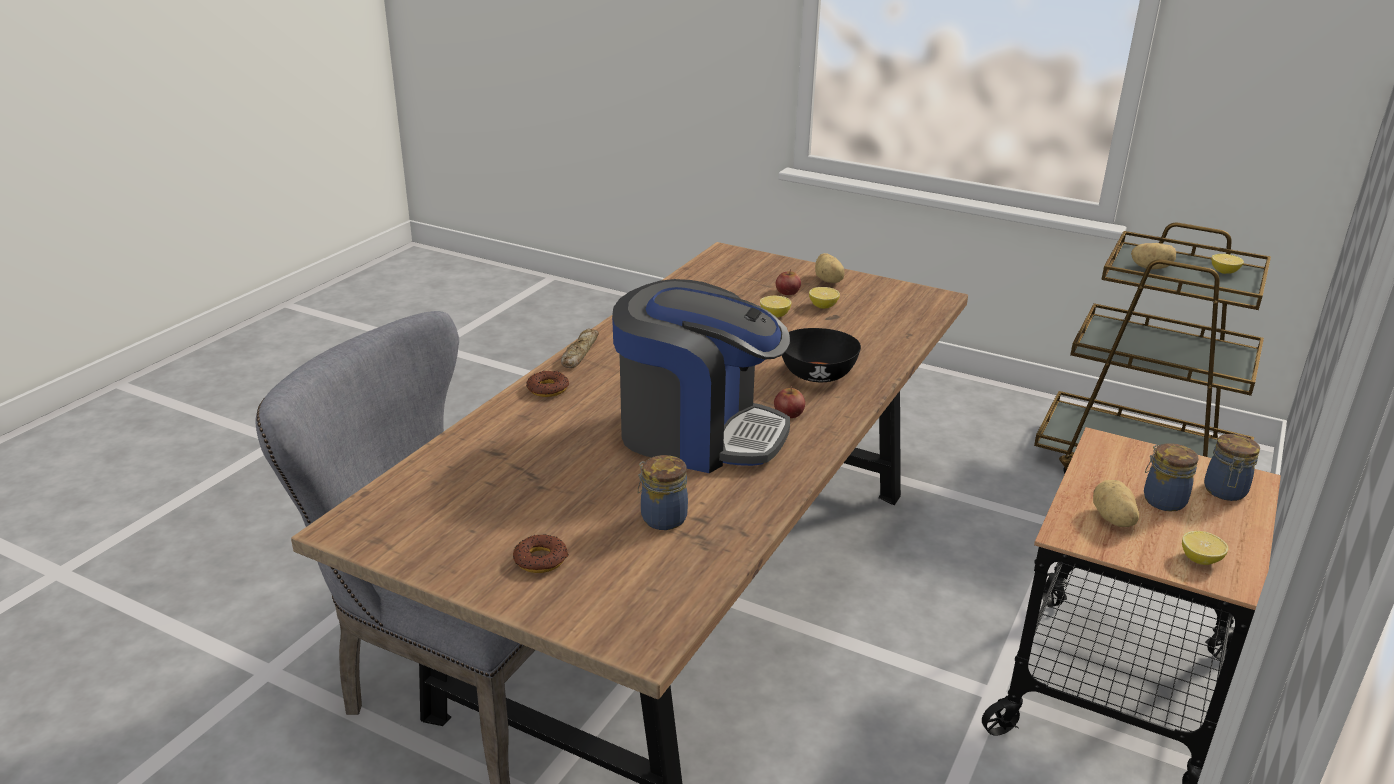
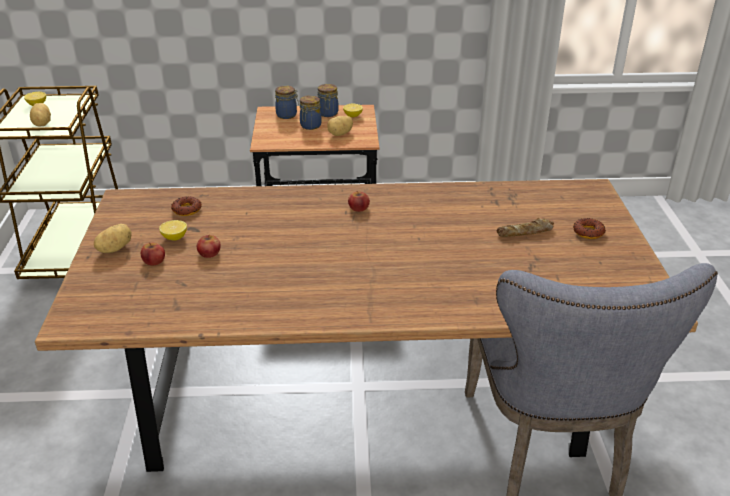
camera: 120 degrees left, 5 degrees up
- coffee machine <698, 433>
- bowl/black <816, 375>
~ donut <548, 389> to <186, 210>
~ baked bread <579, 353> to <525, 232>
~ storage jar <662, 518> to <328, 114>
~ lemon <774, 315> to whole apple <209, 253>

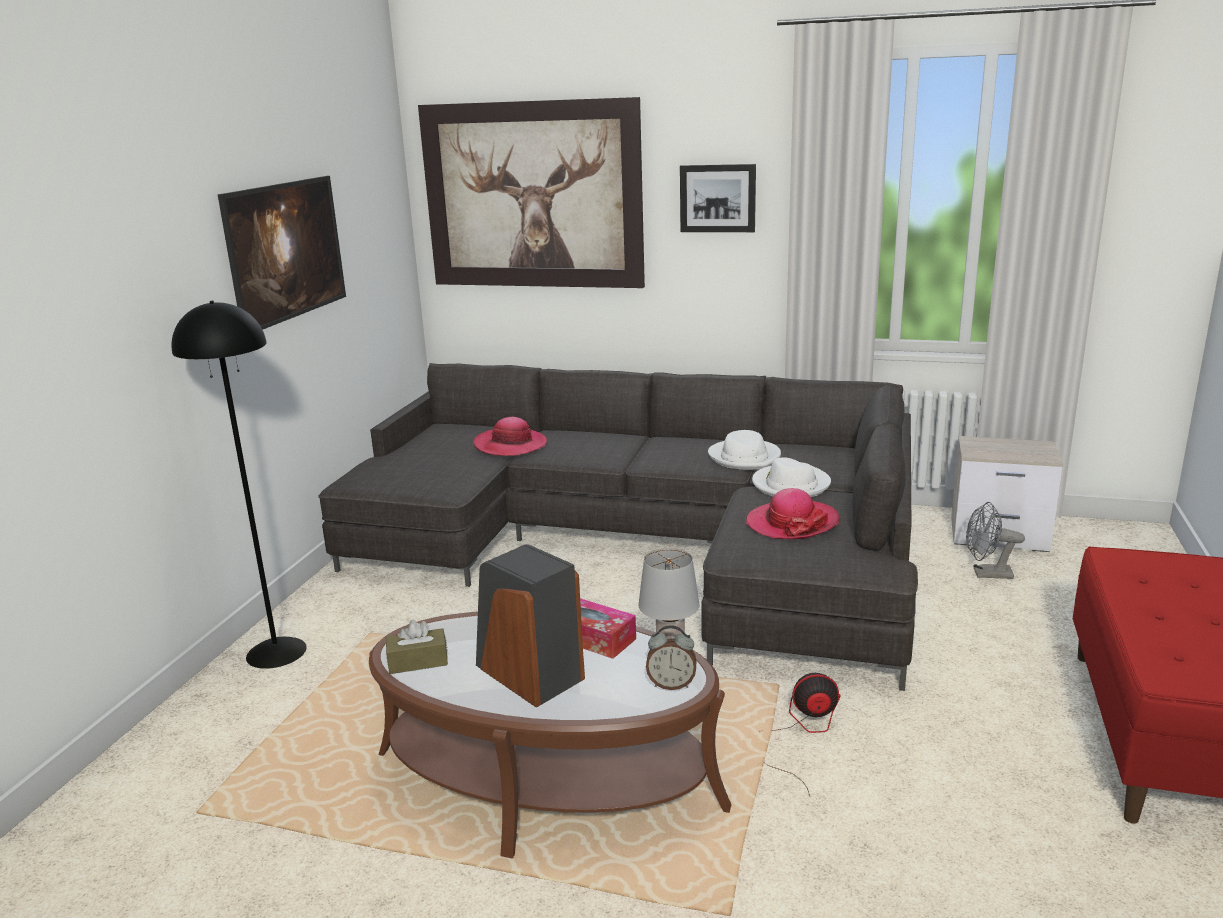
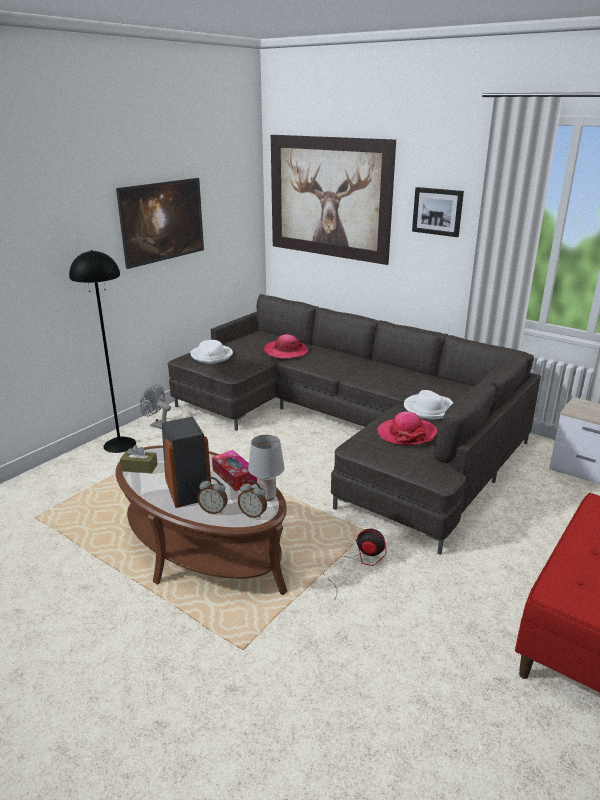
camera: 20 degrees right, 5 degrees up
+ bedside clock <213, 510>
~ wearable hat/white-coloured <745, 457> to <212, 356>
~ fan/grey <986, 574> to <158, 425>

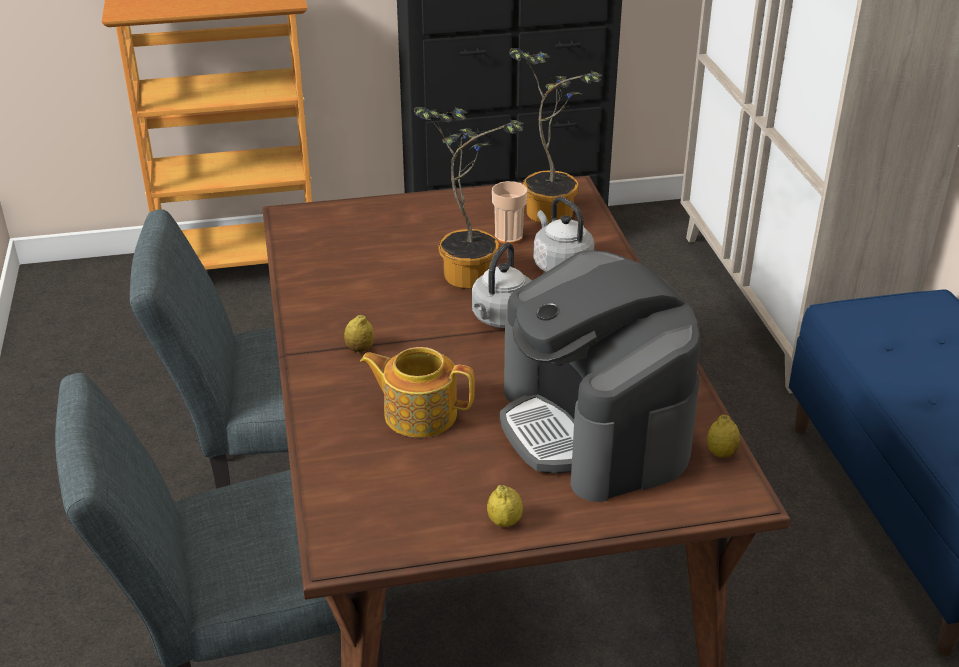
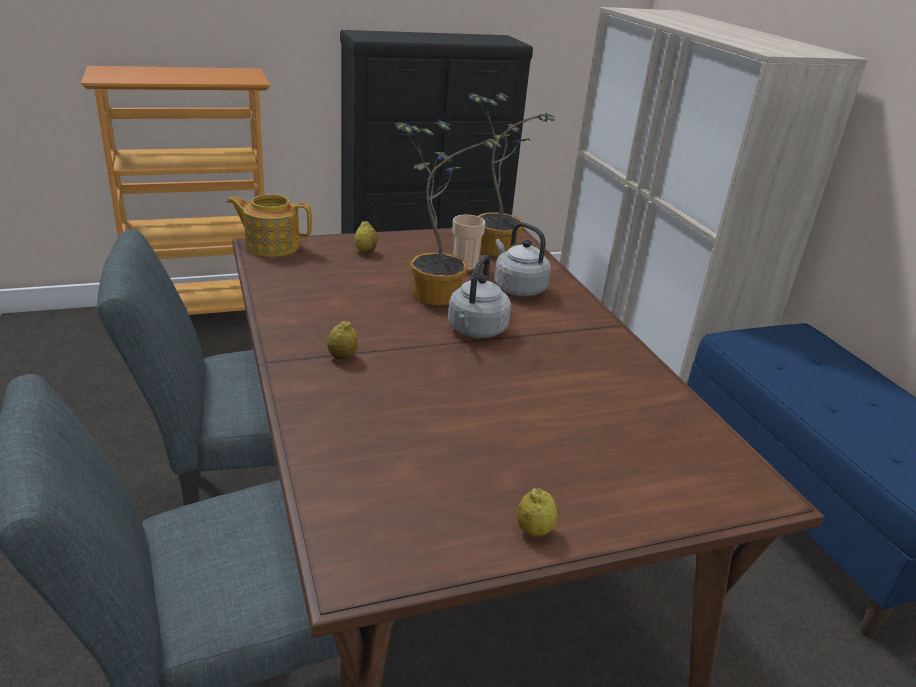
camera: 10 degrees left, 5 degrees down
- coffee machine <594, 427>
~ teapot <419, 413> to <271, 245>
~ lemon <721, 453> to <365, 251>

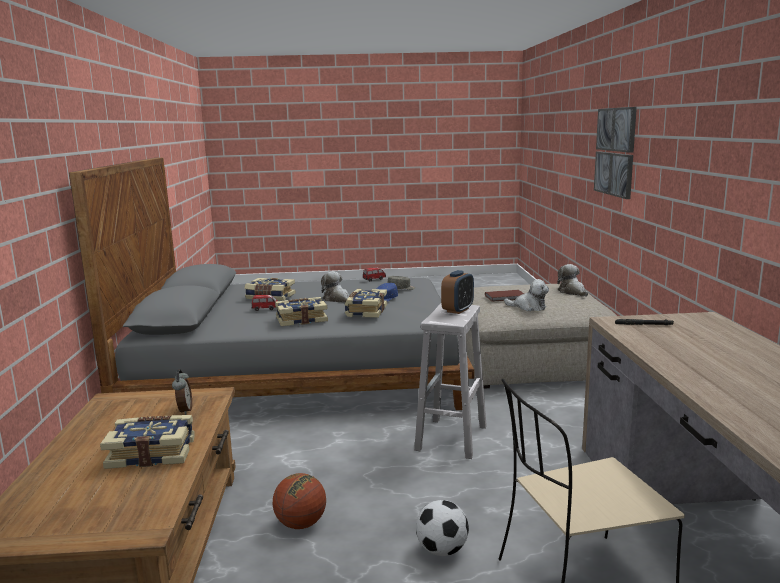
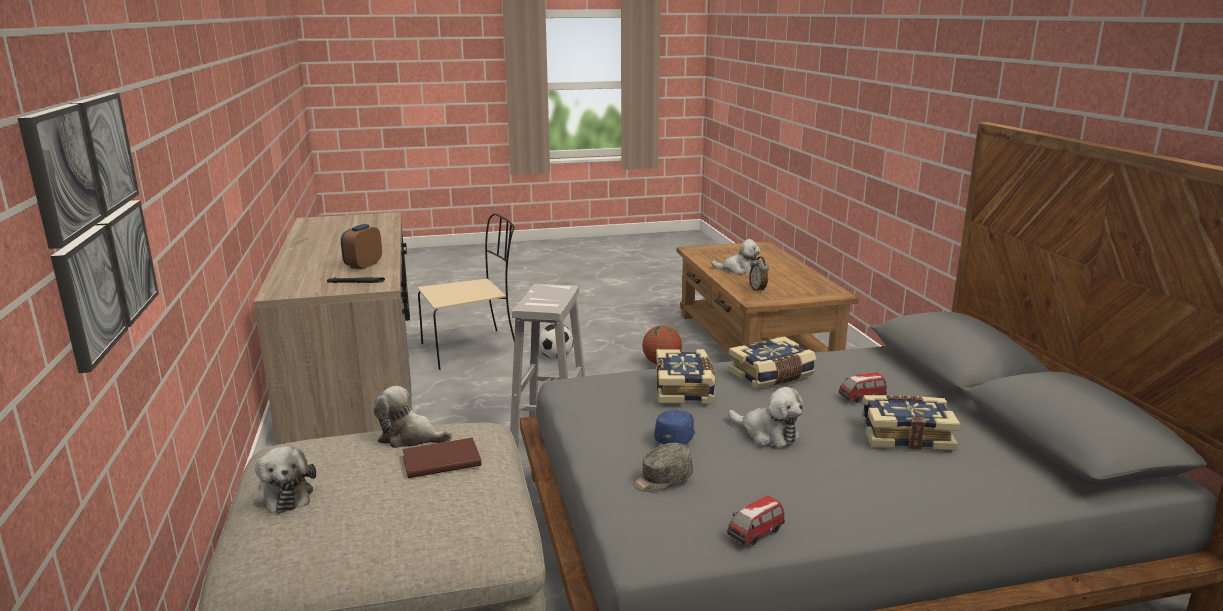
camera: 170 degrees right, 5 degrees up
~ bedside clock <458, 310> to <363, 265>
~ bound book <152, 453> to plush toy <738, 270>

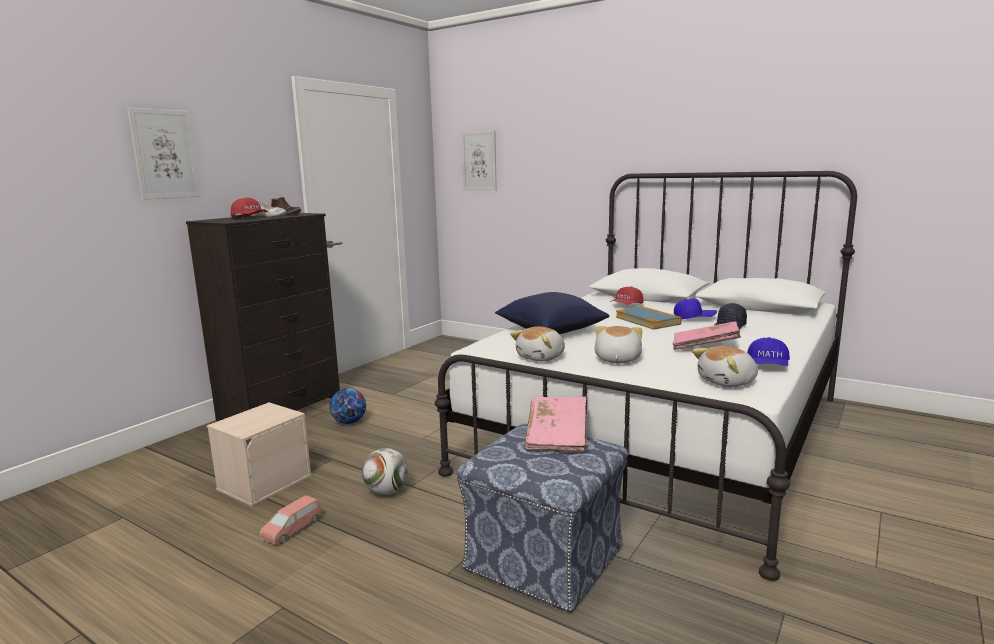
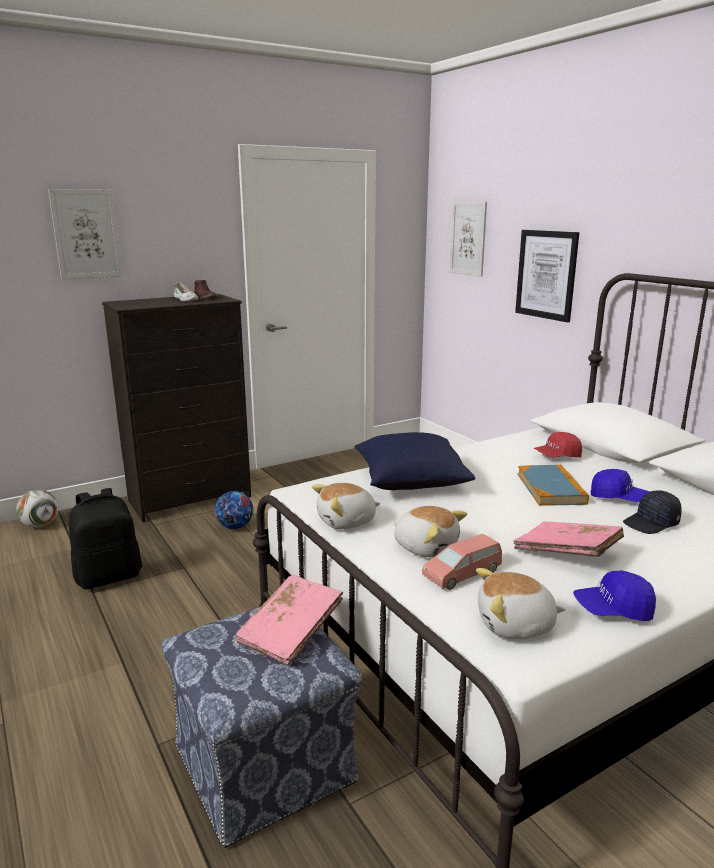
camera: 25 degrees right, 5 degrees up
- baseball cap/red <250, 218>
+ picture <546, 274>
~ model car/pink-coloured <292, 529> to <462, 574>
~ football <386, 491> to <40, 525>
~ storage container/beige-coloured <265, 481> to backpack/black <109, 576>
~ plush toy <616, 359> = <426, 546> 90 degrees clockwise
~ baseball cap/blue-coloured <768, 365> = <613, 610> 45 degrees clockwise

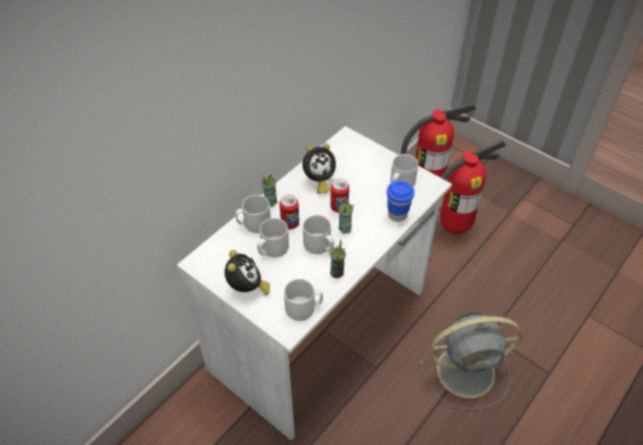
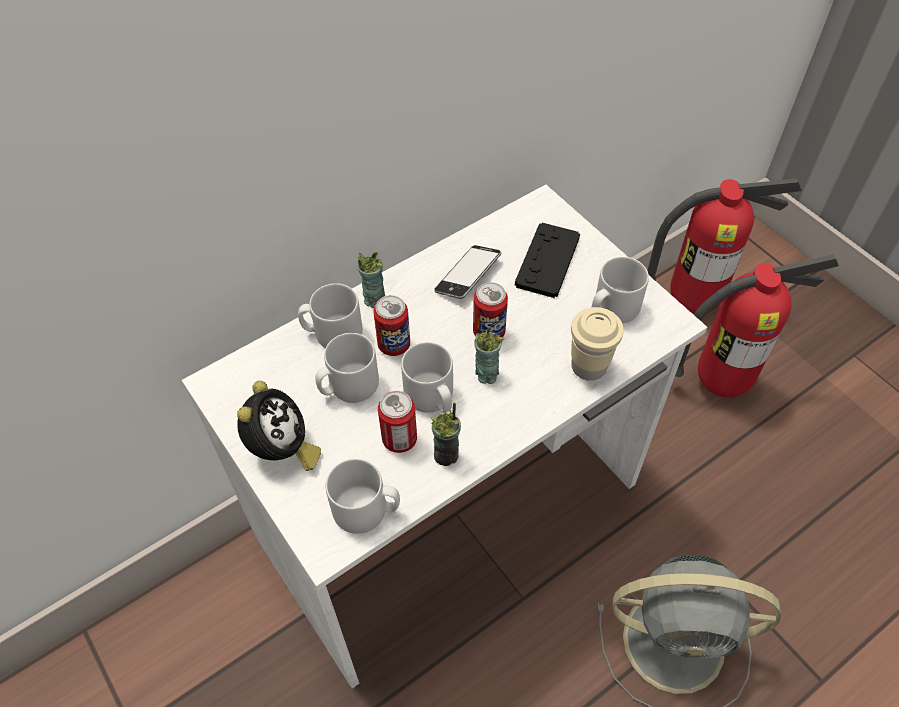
camera: 15 degrees right, 5 degrees up
+ metal can <399, 439>
+ gamepad/black <547, 261>
~ bedside clock <318, 181> to handset <468, 276>
~ drinking cup/blue-coloured <397, 214> to drinking cup/beige-coloured <588, 366>

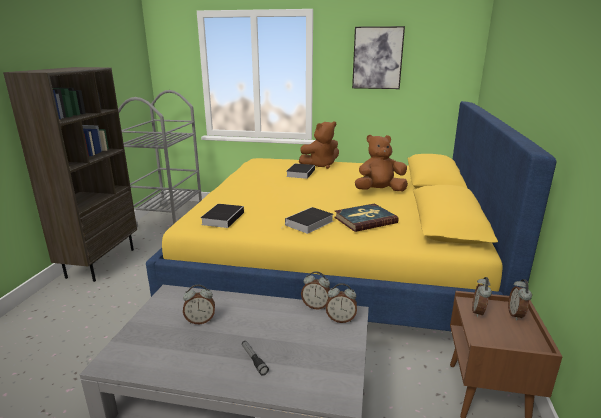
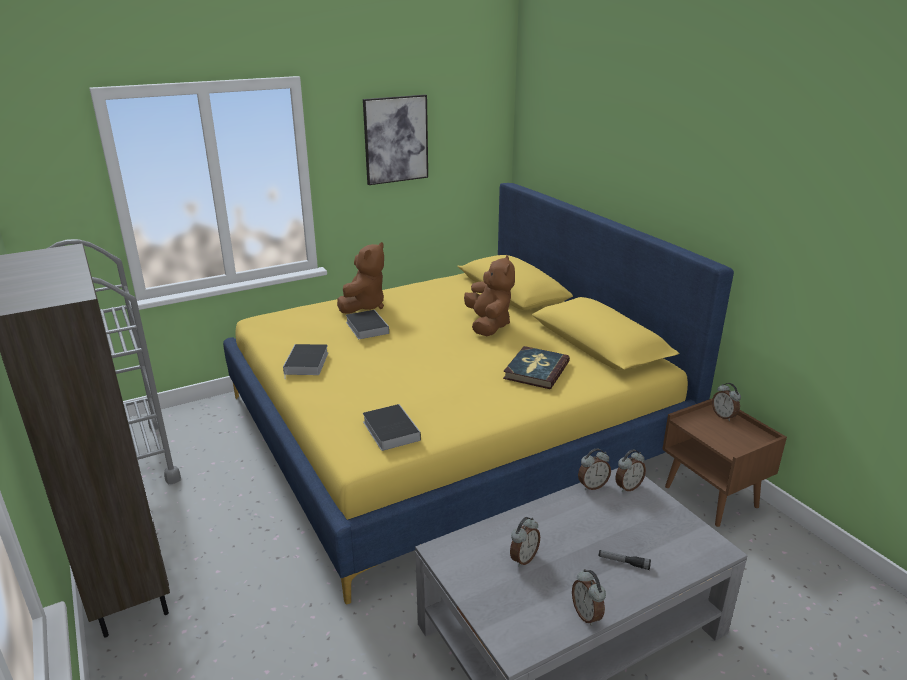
camera: 40 degrees left, 5 degrees up
~ bound book <309, 223> to <306, 364>
~ bedside clock <479, 312> to <587, 614>
~ plush toy/brownish <379, 191> = <488, 325> 135 degrees clockwise

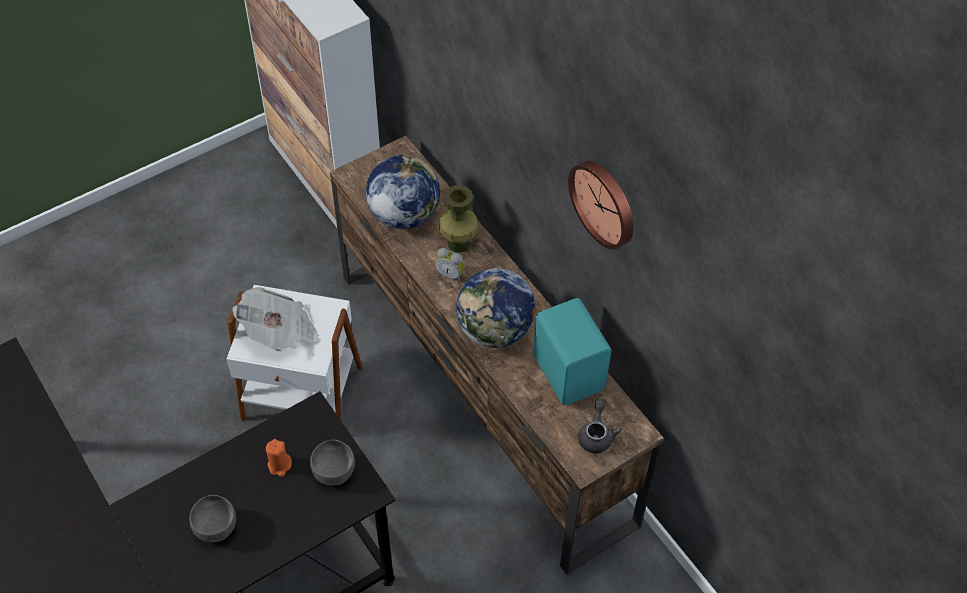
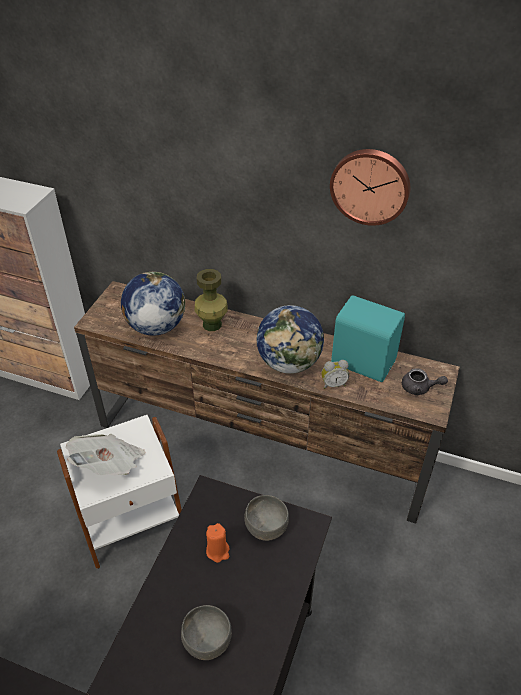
camera: 35 degrees left, 10 degrees down
~ bedside clock <450, 274> to <333, 384>
~ teapot/grey <596, 435> = <419, 388> 135 degrees clockwise

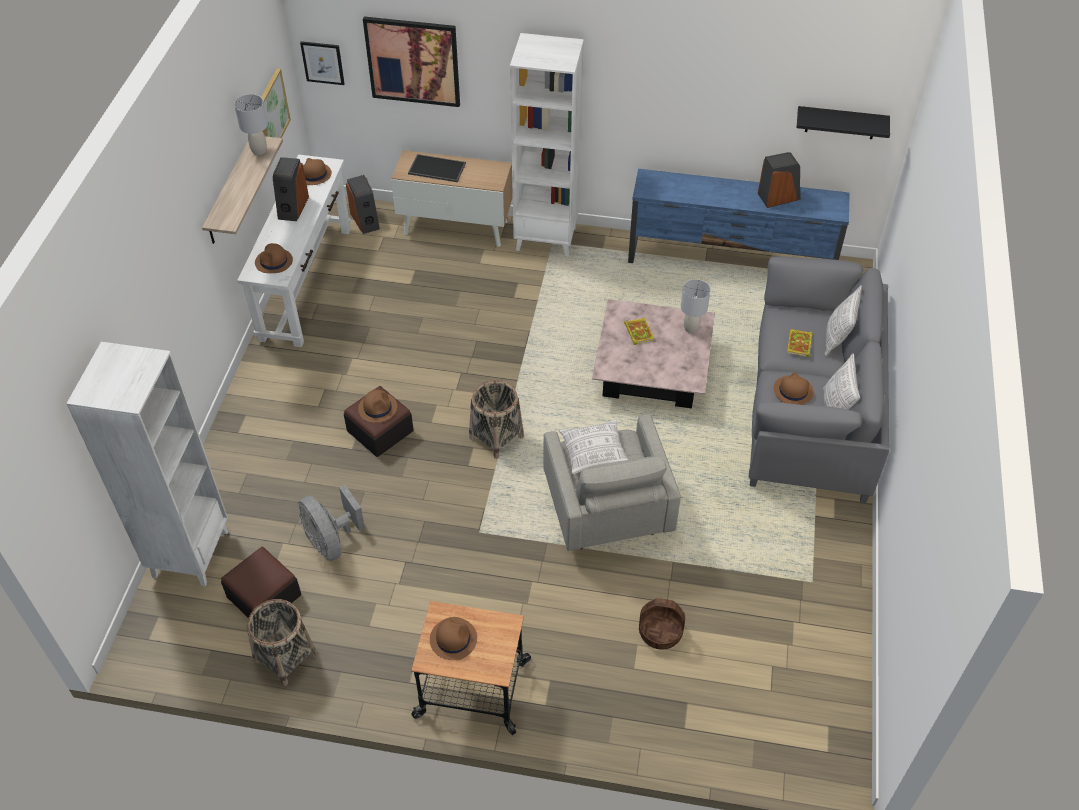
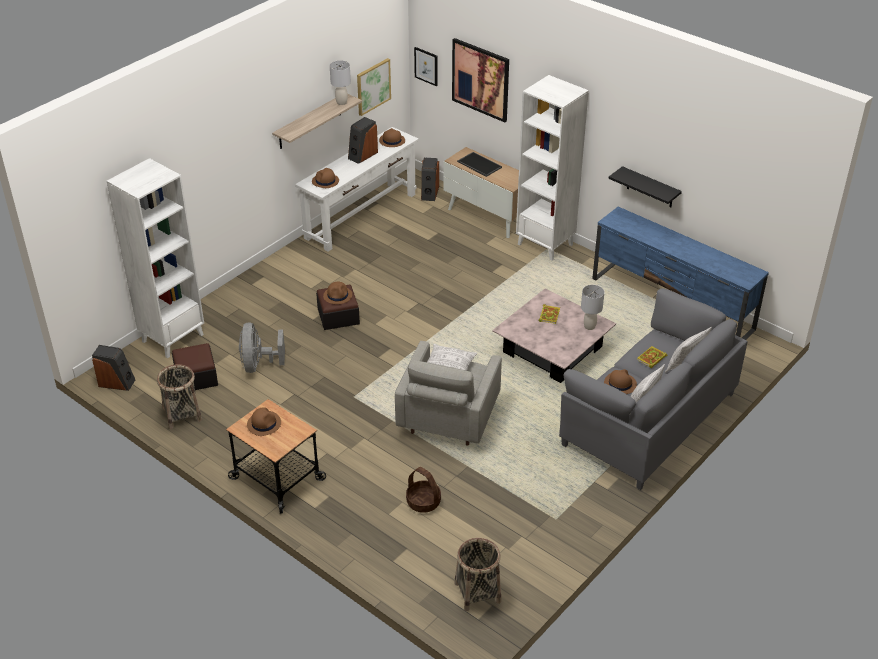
camera: 30 degrees right, 10 degrees down
~ basket <496, 437> to <477, 592>
~ speaker <778, 197> to <117, 382>
~ wall shelf/black <841, 122> to <650, 188>

